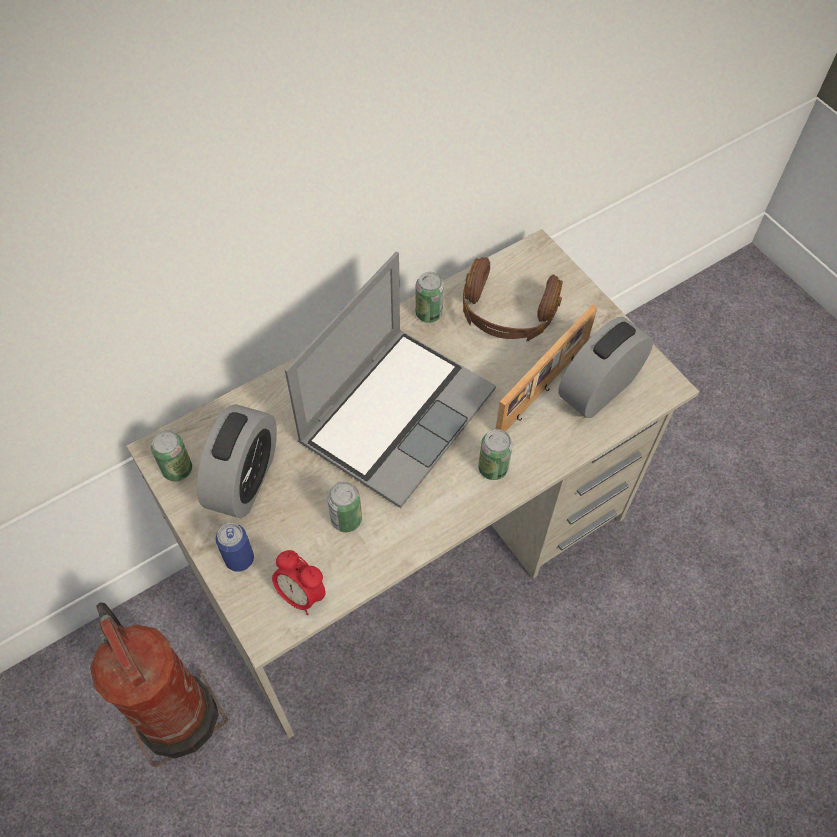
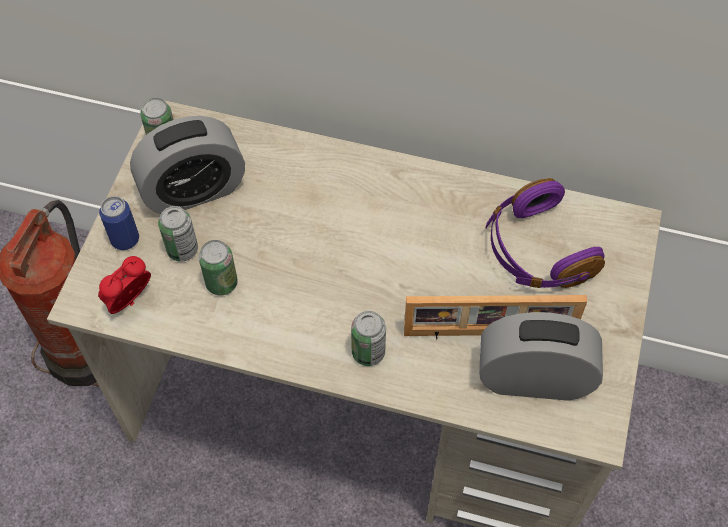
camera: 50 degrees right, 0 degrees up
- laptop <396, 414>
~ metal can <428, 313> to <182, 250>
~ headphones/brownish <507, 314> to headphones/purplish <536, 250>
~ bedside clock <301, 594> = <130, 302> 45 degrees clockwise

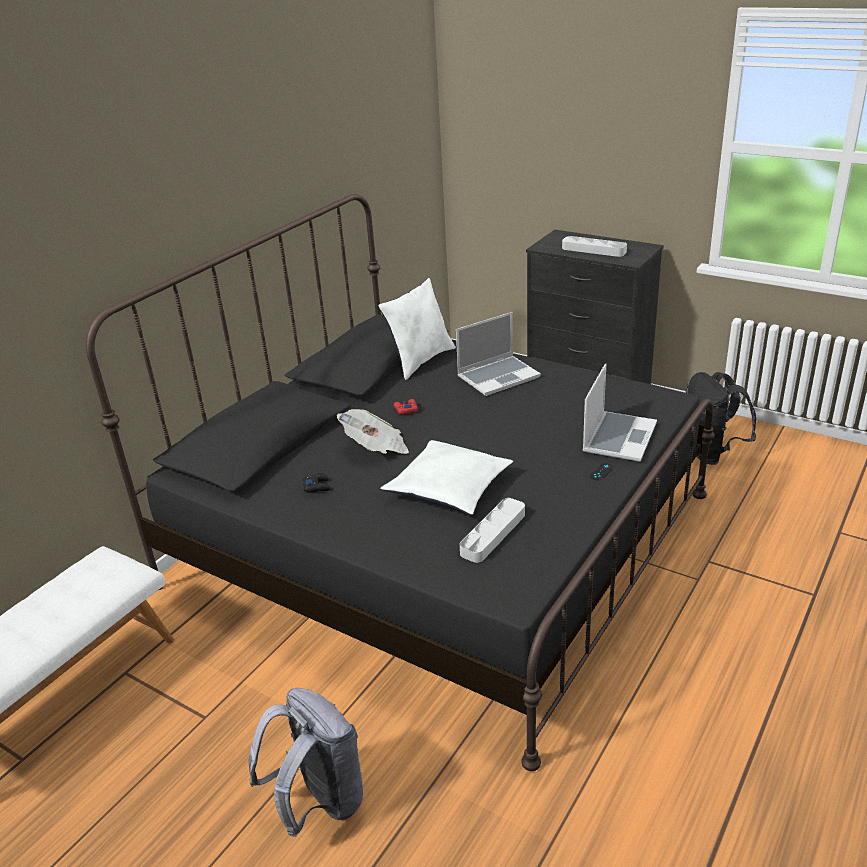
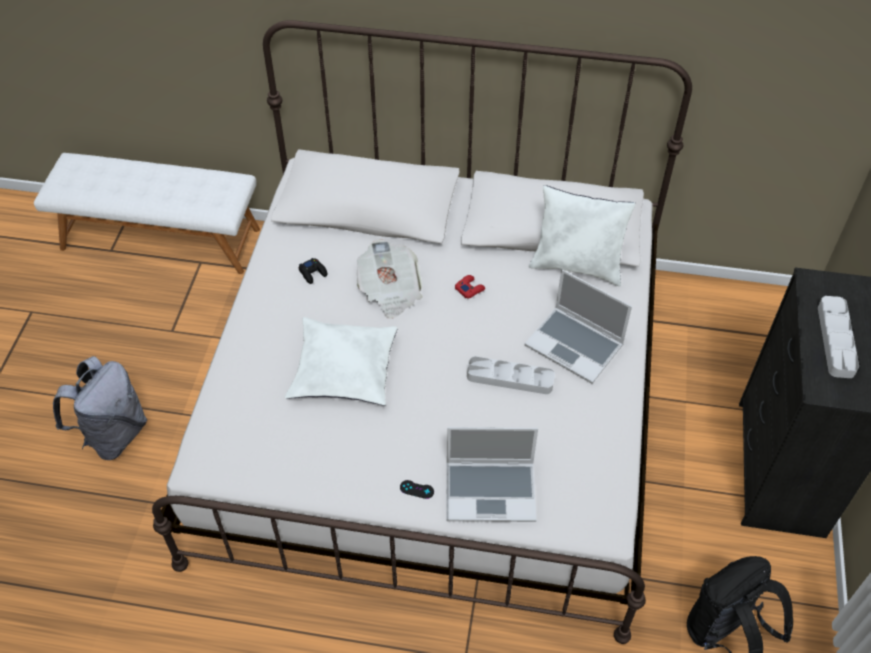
camera: 65 degrees right, 20 degrees up
~ carrying tray/grey <493, 533> to <510, 378>
~ sleeping bed/black <439, 540> to sleeping bed/white-coloured <435, 406>

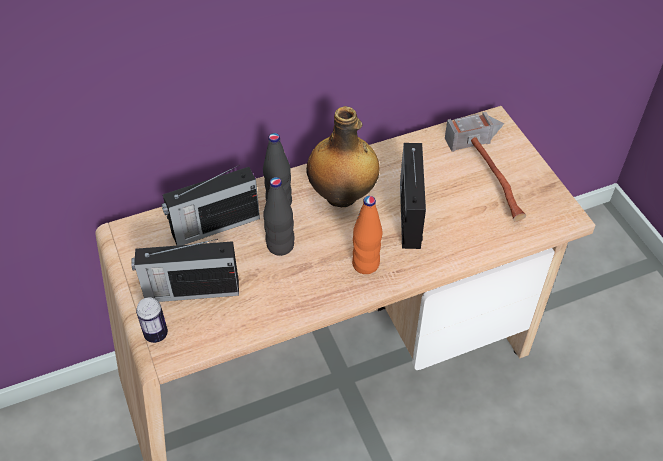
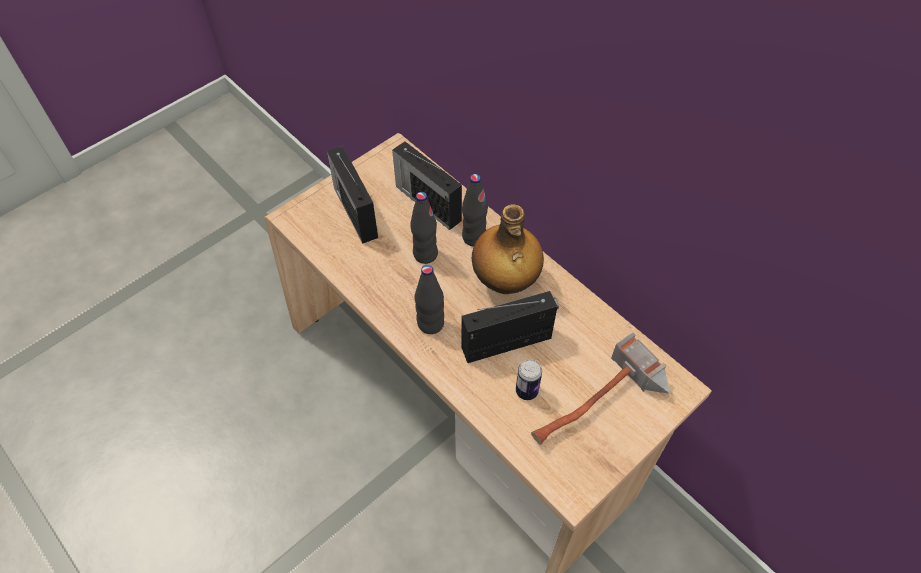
camera: 70 degrees right, 5 degrees up
~ metal can <156, 334> to <526, 391>
~ bottle/orange <366, 264> to bottle/black <430, 324>

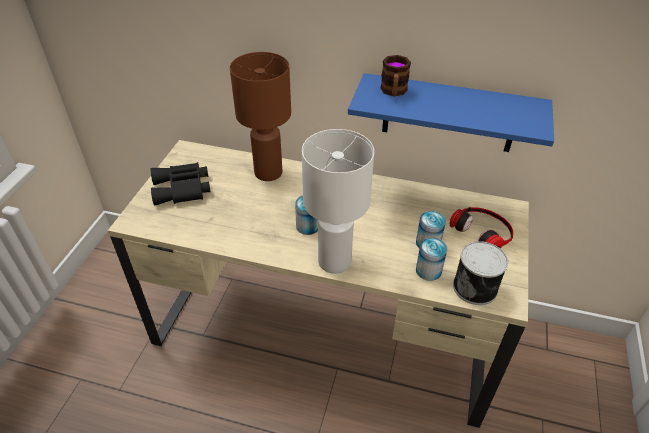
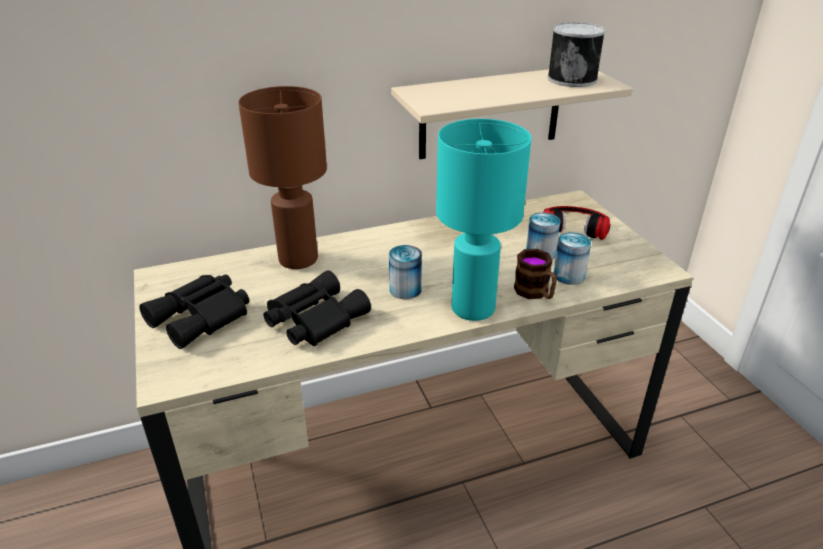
camera: 35 degrees left, 10 degrees down
+ pair of binoculars/black <313, 318>
~ coffee mug <393, 92> to <535, 293>
~ metal can <476, 287> to <572, 79>
~ tabletop lamp/white-coloured <335, 261> to tabletop lamp/turquoise <474, 308>
~ wall shelf/blue-coloured <449, 114> to wall shelf/beige-coloured <490, 112>

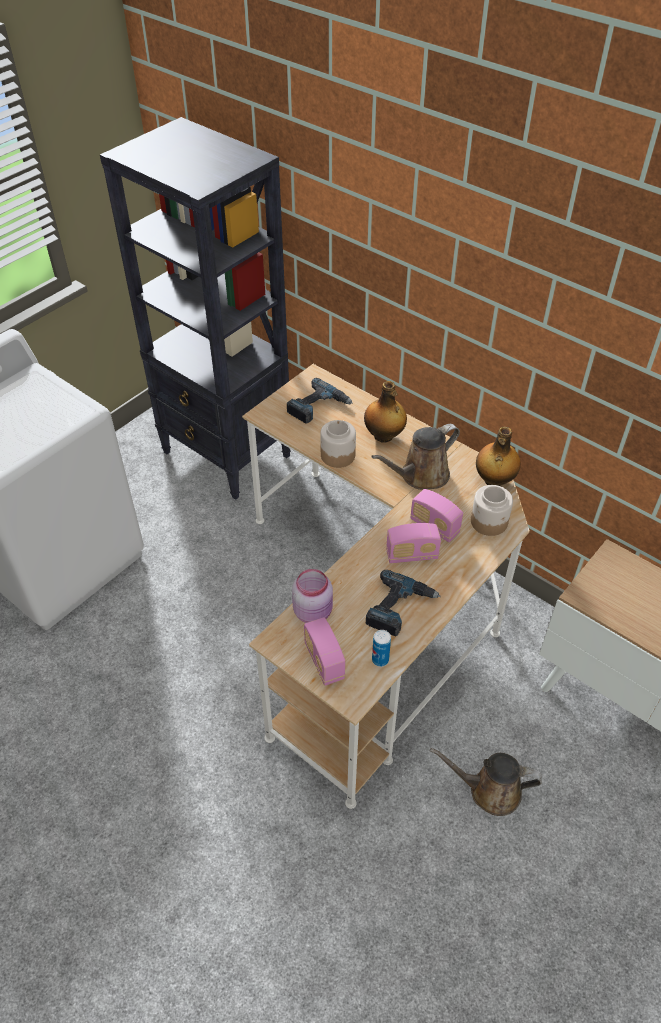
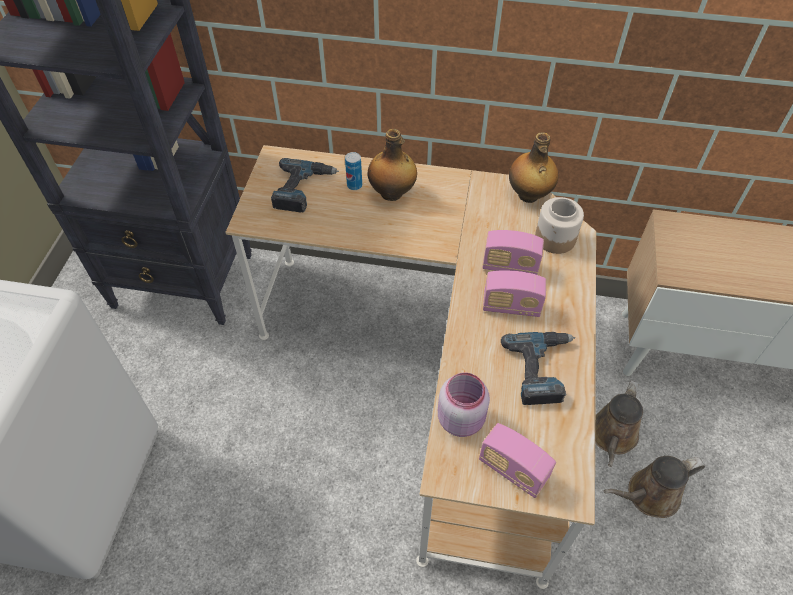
camera: 30 degrees left, 5 degrees up
- storage jar <337, 455>
~ sprinkling can/brownish <421, 476> to <612, 437>
~ metal can <380, 660> to <354, 185>
~ radio receiver <412, 555> = <511, 306> 45 degrees clockwise

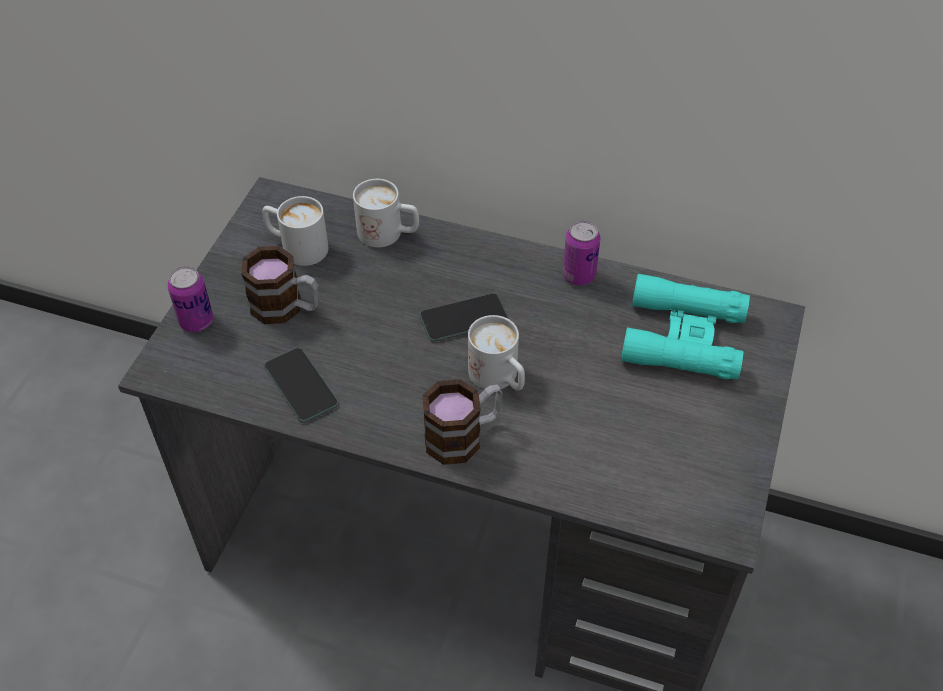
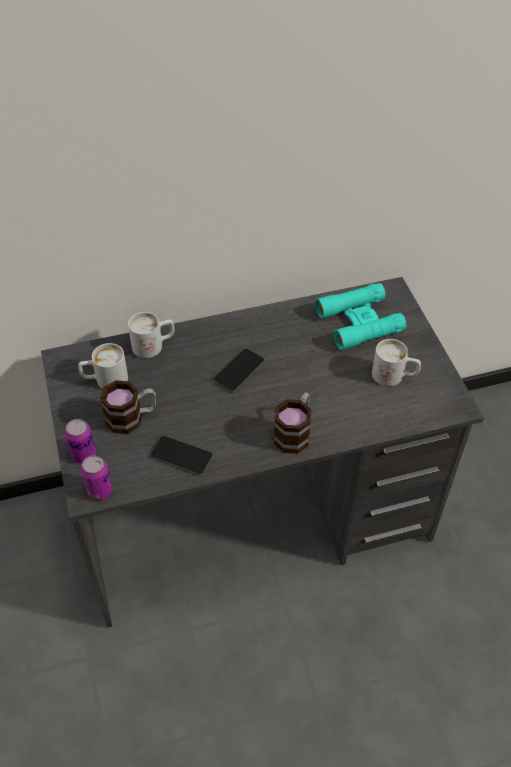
camera: 35 degrees left, 0 degrees up
~ coffee mug/white-coloured <499, 378> to <394, 376>
~ metal can <578, 275> to <100, 491>

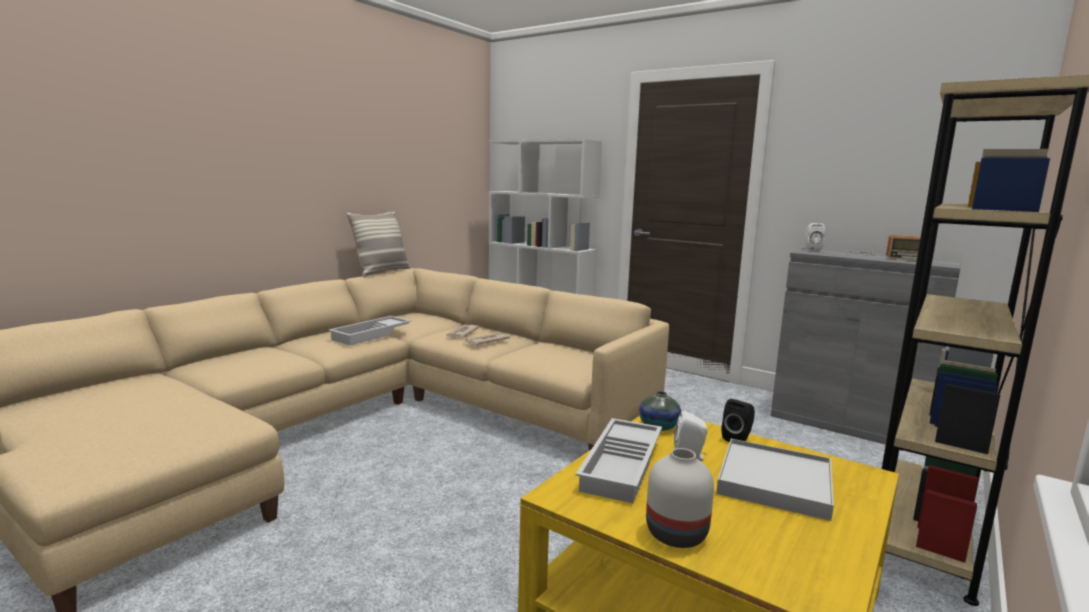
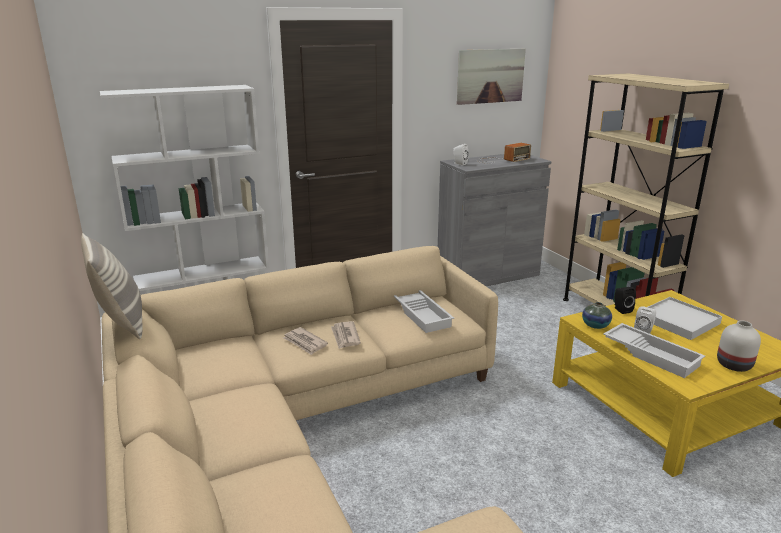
camera: 60 degrees left, 10 degrees up
+ picture <490, 76>
~ carrying tray/white-coloured <371, 335> to <422, 314>

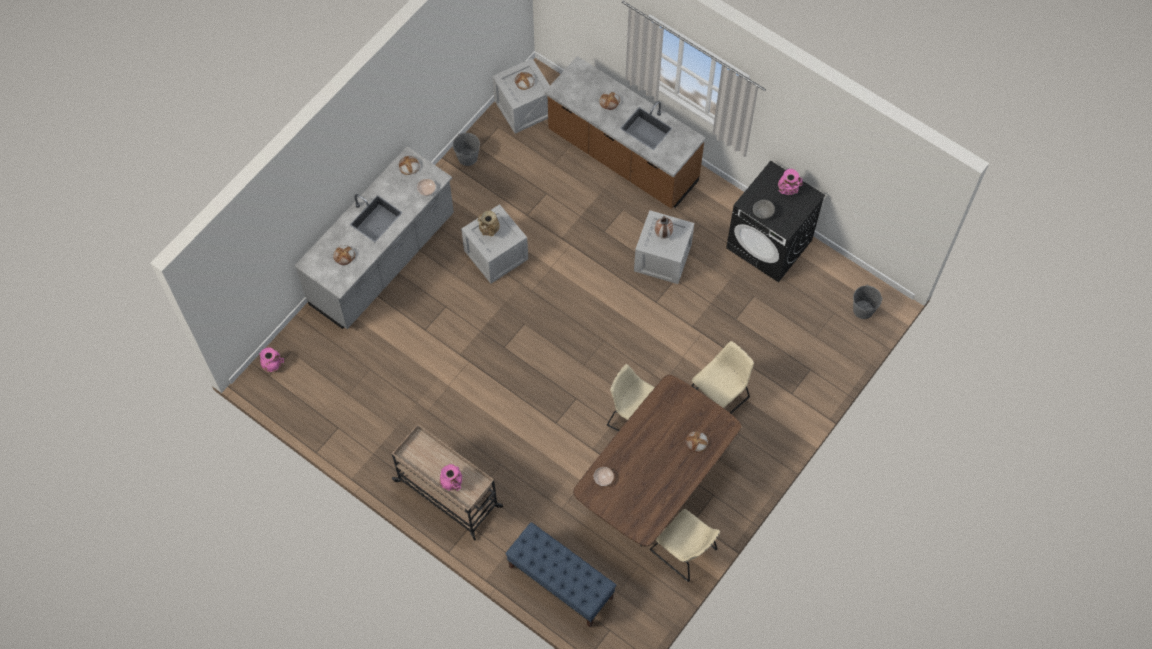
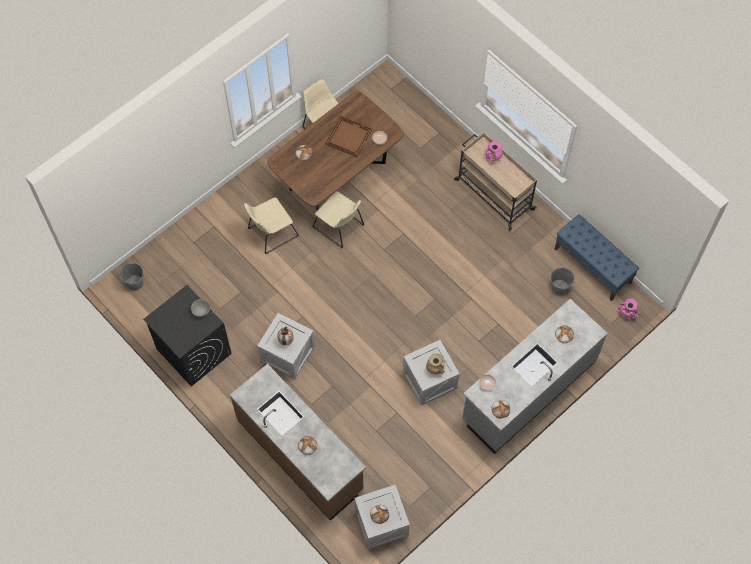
camera: 170 degrees left, 0 degrees up
- flower vase/pink-coloured <788, 190>
+ carrying tray/brownish <348, 136>
~ pail/grey <467, 157> to <559, 287>
~ indoor bench/blue-coloured <560, 582> to <593, 266>

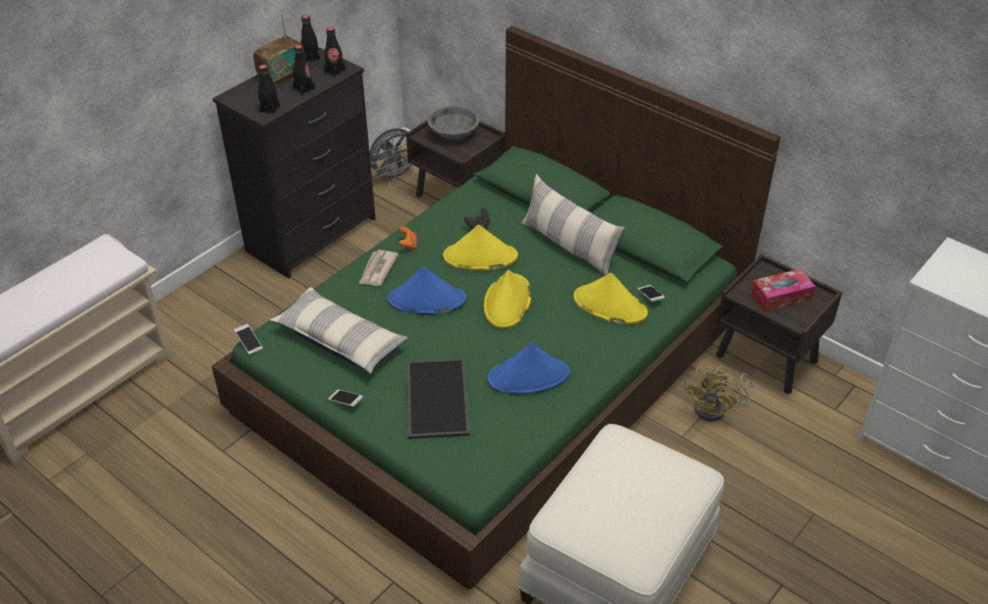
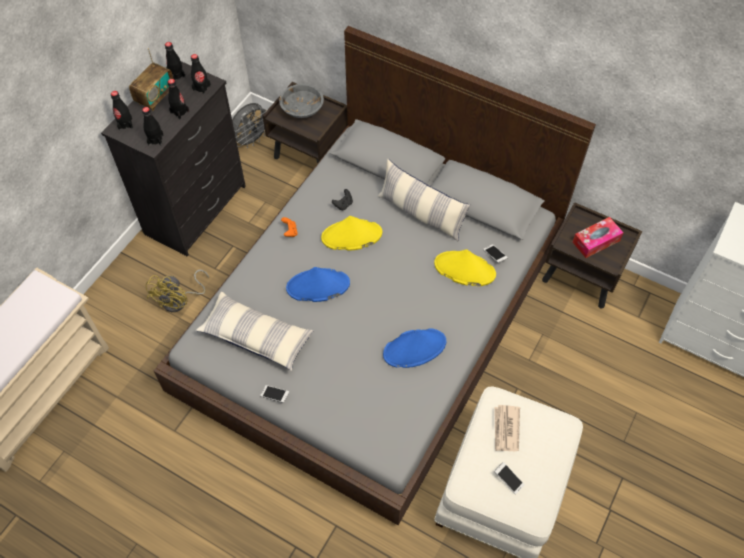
camera: 10 degrees left, 15 degrees up
- carrying tray <435, 397>
- wearable hat/yellow-coloured <507, 302>
+ bottle/black <125, 124>
~ handset <249, 343> to <508, 479>
~ daily paper <377, 270> to <506, 429>
~ fan/yellow-coloured <716, 409> to <180, 300>
~ sleeping bed/greenish <495, 362> to sleeping bed/grey <373, 313>

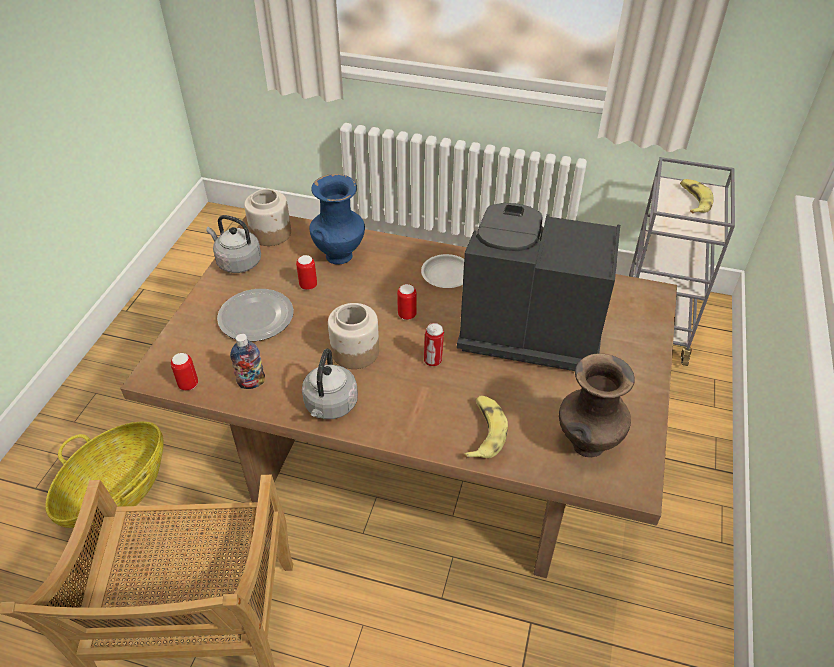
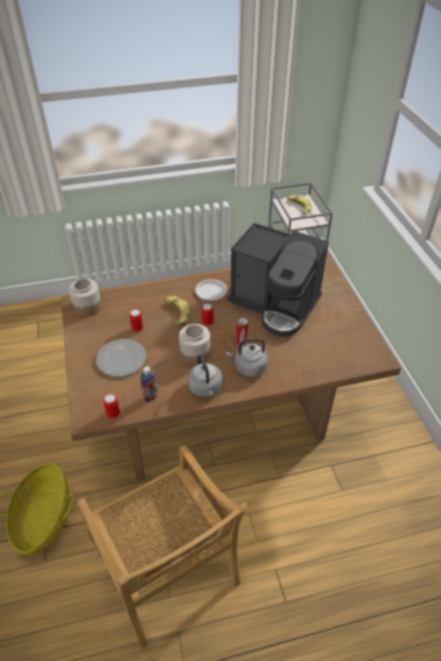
camera: 30 degrees left, 0 degrees up
- flower vase/blue-coloured <340, 255>
- flower vase/brownish <587, 444>
~ tea kettle/grey <237, 262> to <248, 368>
~ banana fruit <484, 431> to <177, 312>
~ coffee machine <527, 328> = <275, 304> 135 degrees counterclockwise

